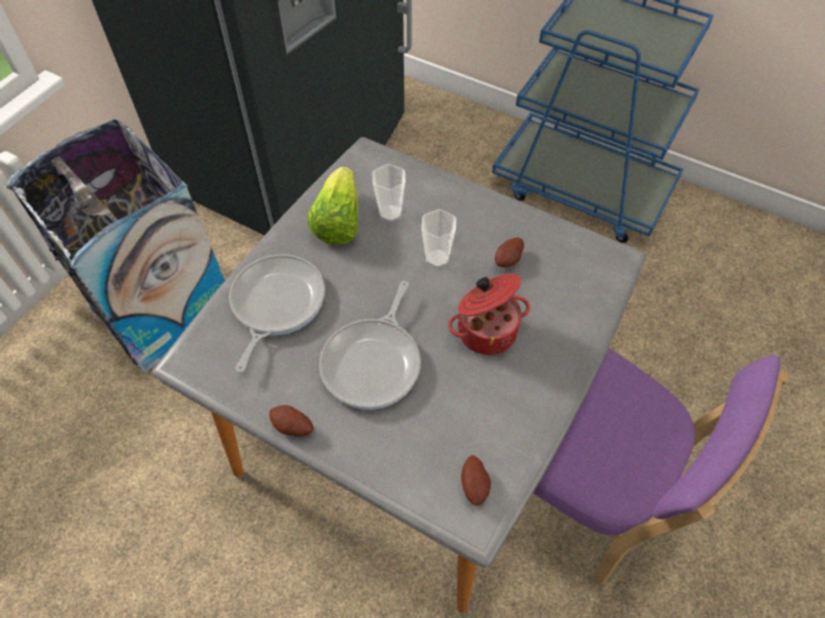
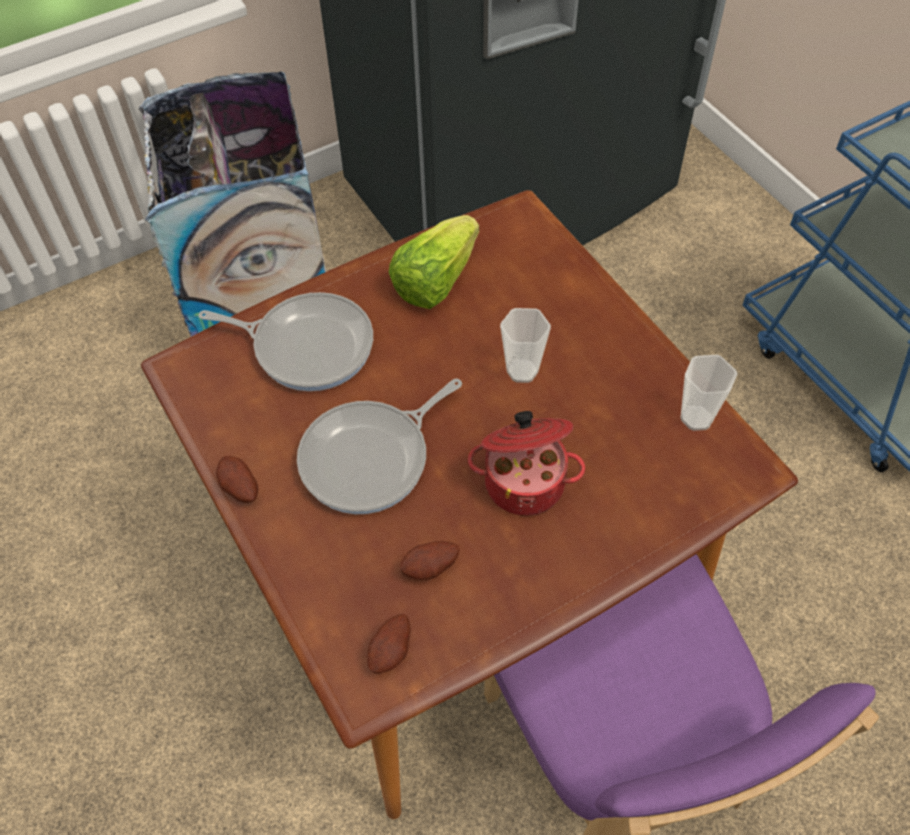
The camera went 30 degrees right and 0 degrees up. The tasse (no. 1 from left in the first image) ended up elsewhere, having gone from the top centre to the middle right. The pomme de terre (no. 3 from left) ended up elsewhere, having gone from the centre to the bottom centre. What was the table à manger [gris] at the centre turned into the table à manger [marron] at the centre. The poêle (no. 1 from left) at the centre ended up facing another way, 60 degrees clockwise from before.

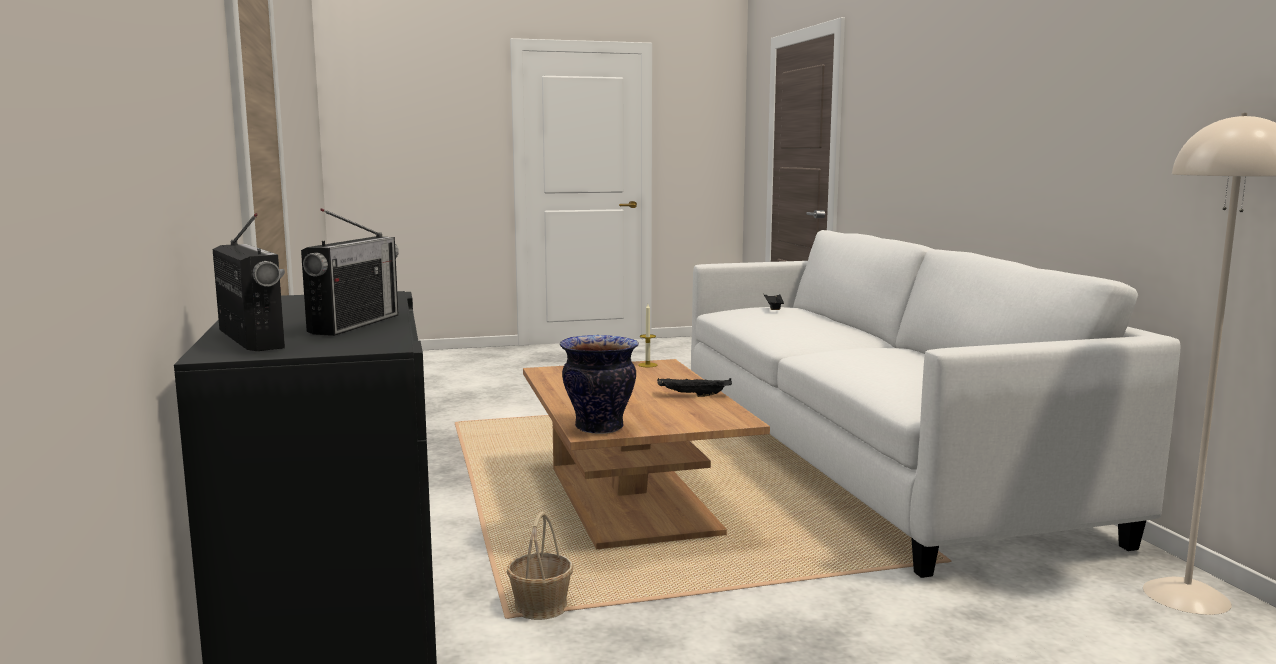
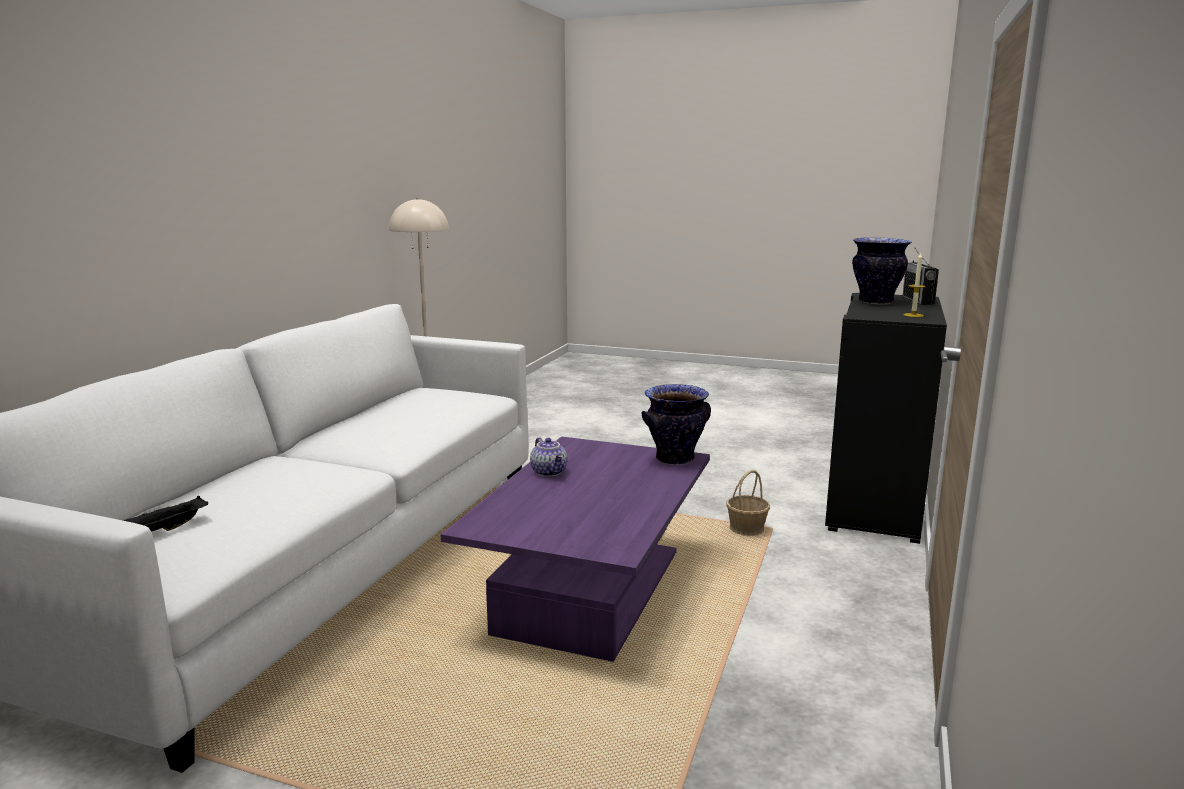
The camera went 145 degrees left and 5 degrees up. The bougie ended up elsewhere, having gone from the centre to the middle right. Where the radio (no. 2 from left) stood at the middle left, the vase (no. 2 from left) came to stand at the middle right. Where the plateau [noir] (no. 1 from left) stood at the centre, the théière came to stand at the centre. What was the table basse [marron] at the bottom centre turned into the table basse [violet] at the bottom centre.

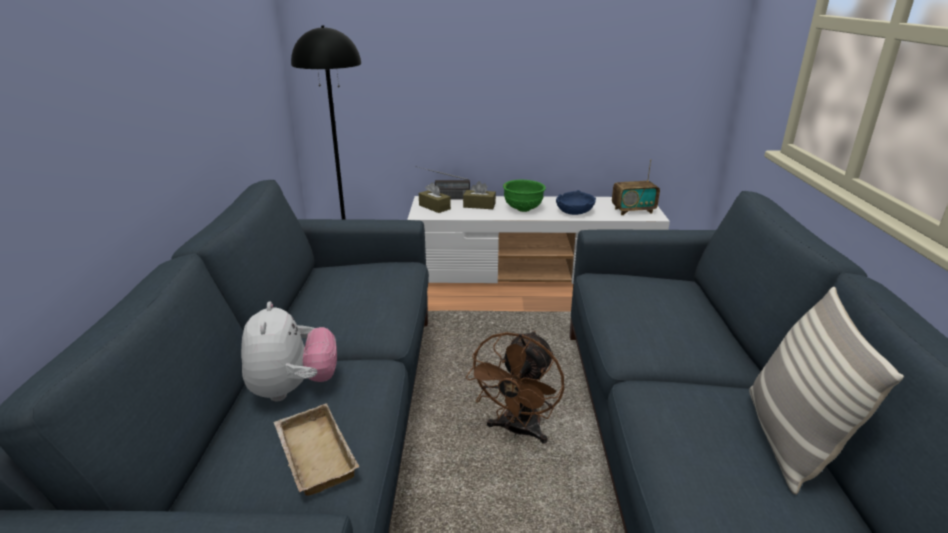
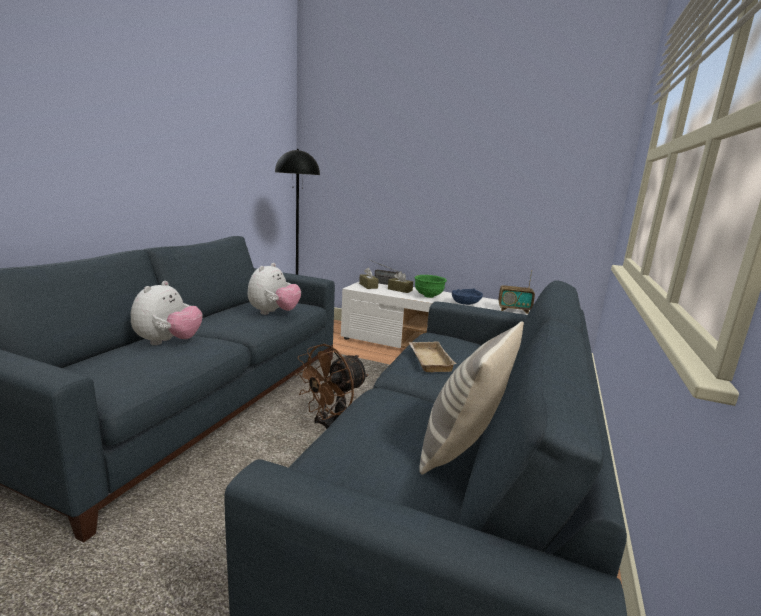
The camera went 20 degrees right and 10 degrees down. The second view gained the peluche (no. 2 from left) at the centre. The plateau [beige] ended up elsewhere, having gone from the bottom centre to the centre.

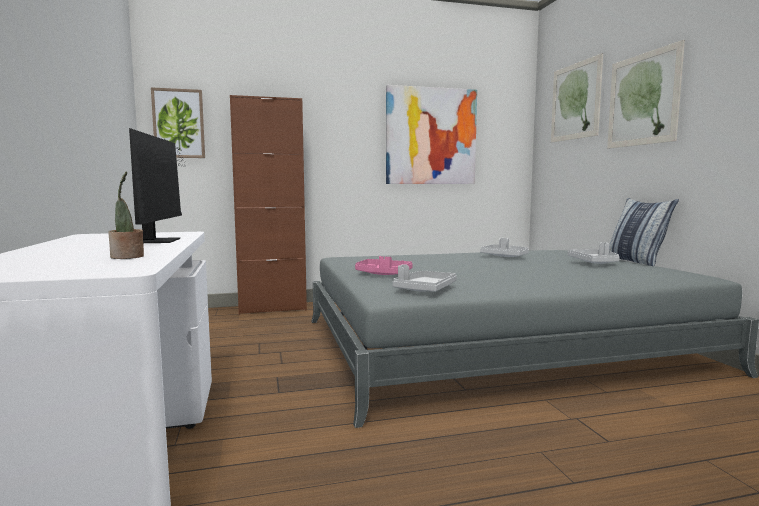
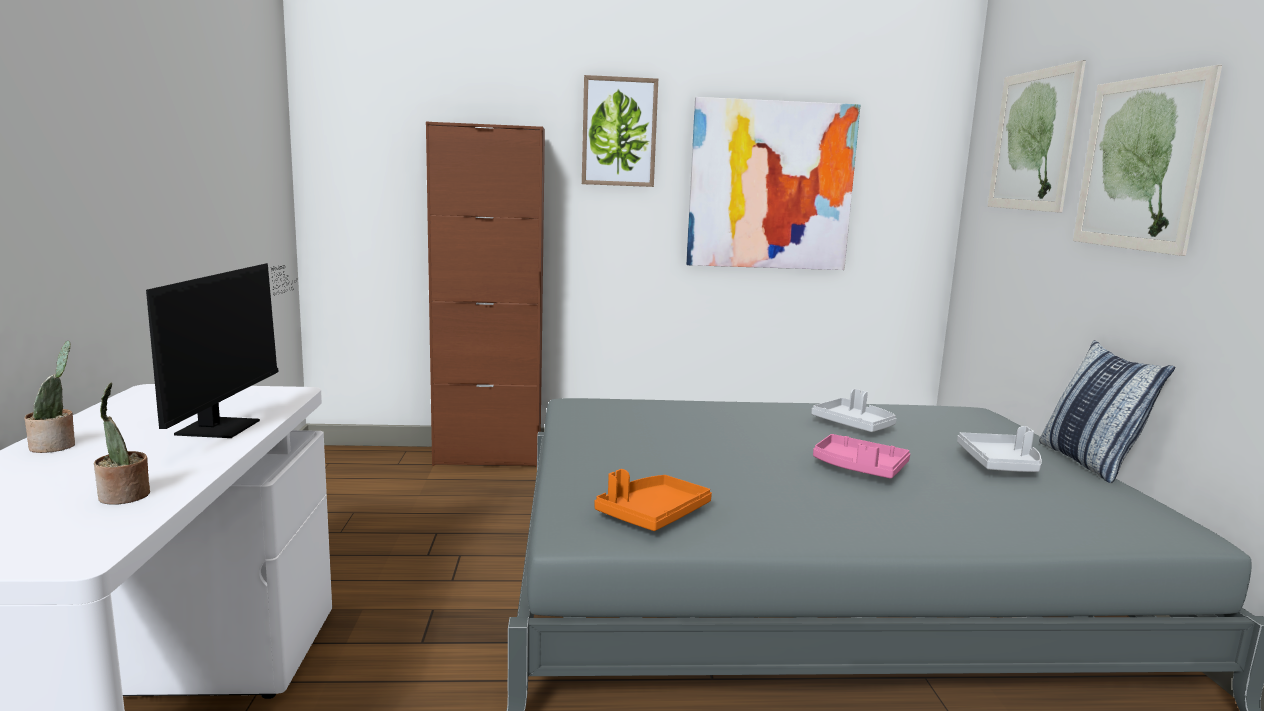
The camera went 10 degrees right and 5 degrees up. The second view gained the plante en pot (no. 1 from left) at the middle left. The tableau (no. 1 from left) ended up elsewhere, having gone from the top left to the top centre. The plateau [rose] ended up elsewhere, having gone from the centre to the middle right. What was the plateau [gris] (no. 1 from left) at the centre turned into the plateau [orange] at the bottom centre.

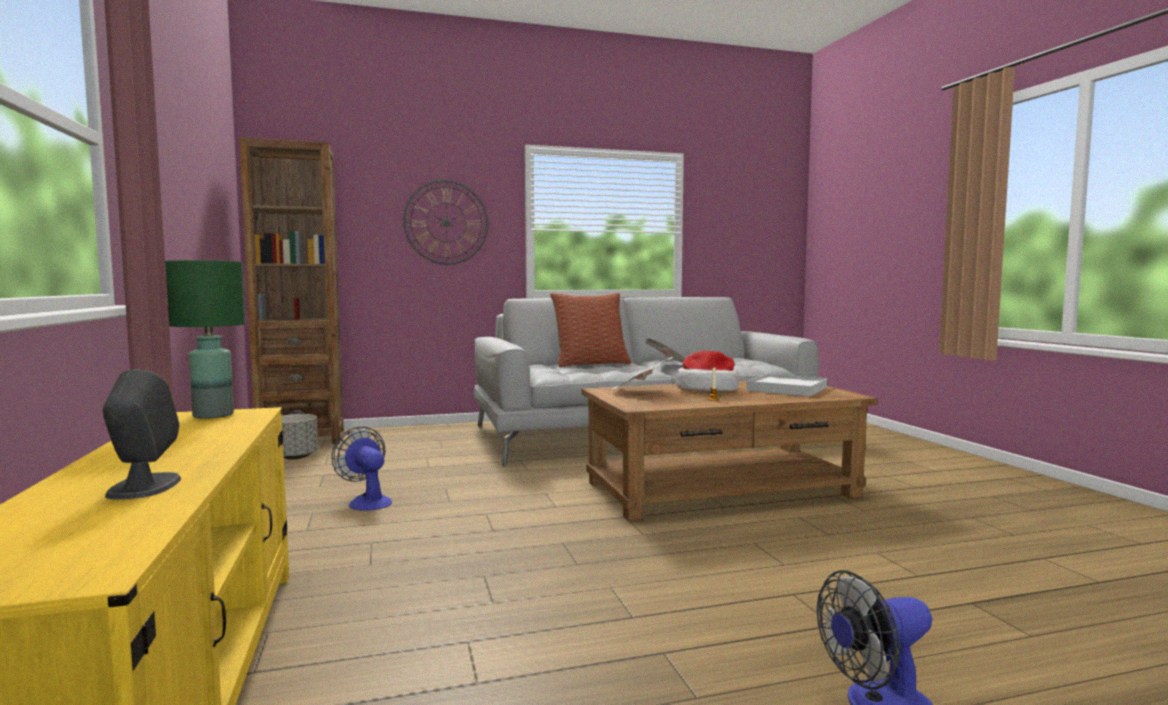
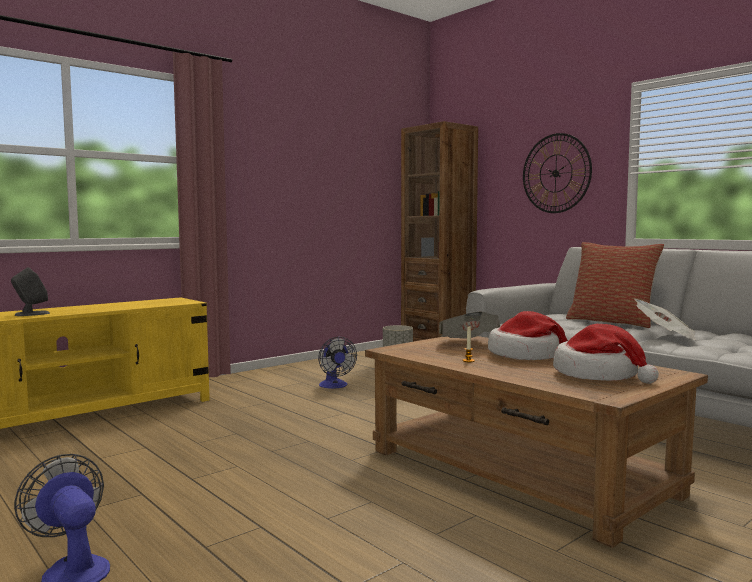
The camera went 65 degrees right and 0 degrees up. The second view lost the lampe de table [vert] at the middle left. Where the plateau [blanc] stood at the middle right, the chapeau (no. 2 from left) came to stand at the middle right. The ventilateur (no. 1 from left in the first image) at the middle left ended up facing another way, 135 degrees clockwise from before.

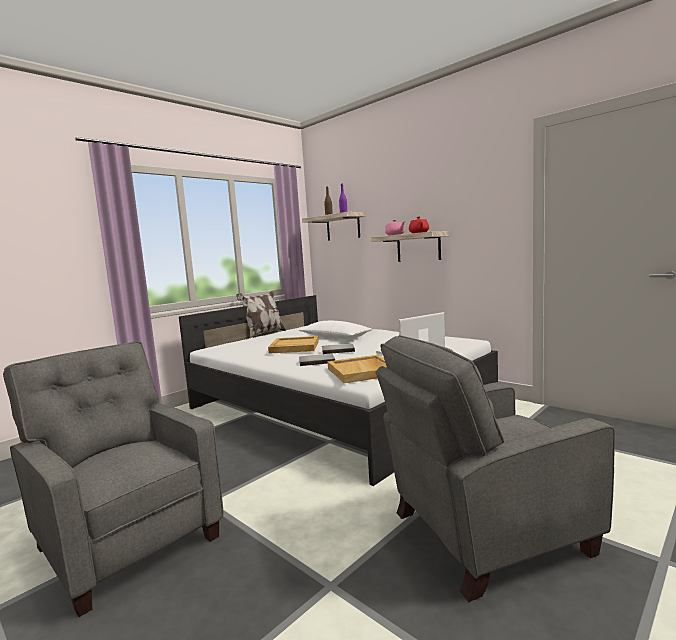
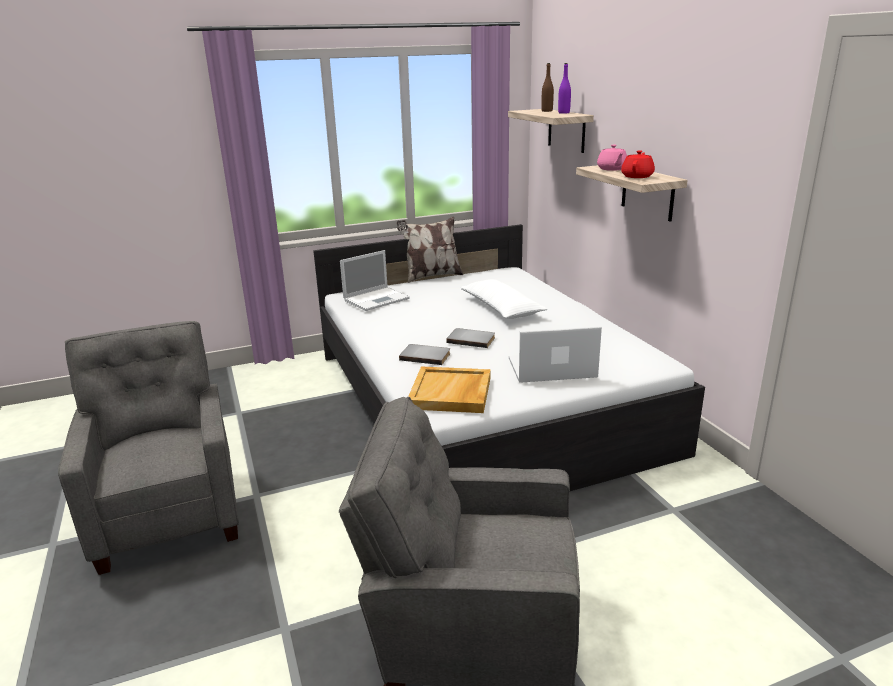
The camera went 25 degrees right and 15 degrees up. The second view lost the plateau [beige] (no. 1 from left) at the centre. The second view gained the ordinateur portable (no. 1 from left) at the centre.

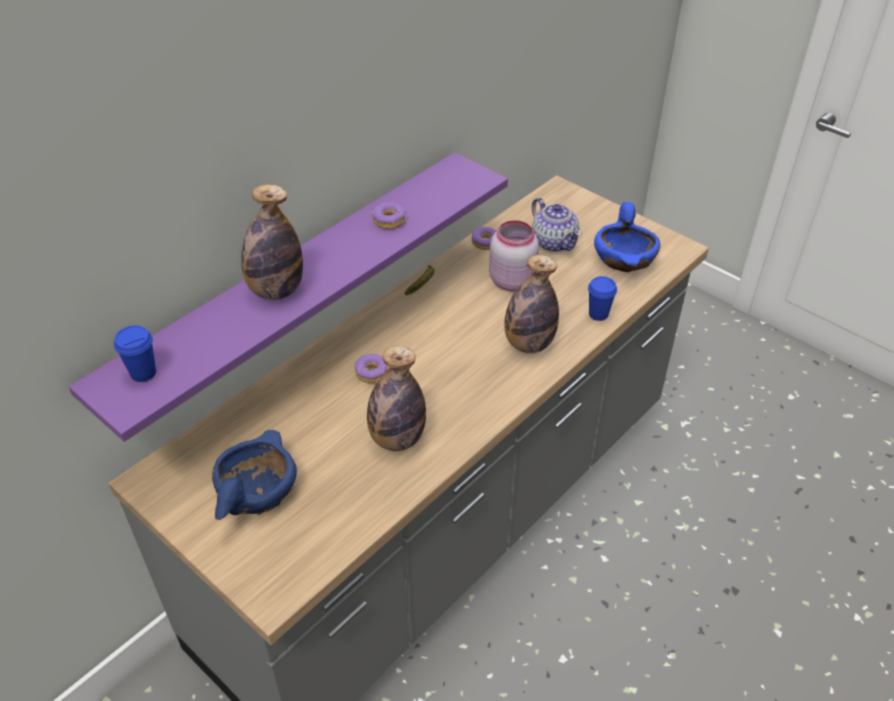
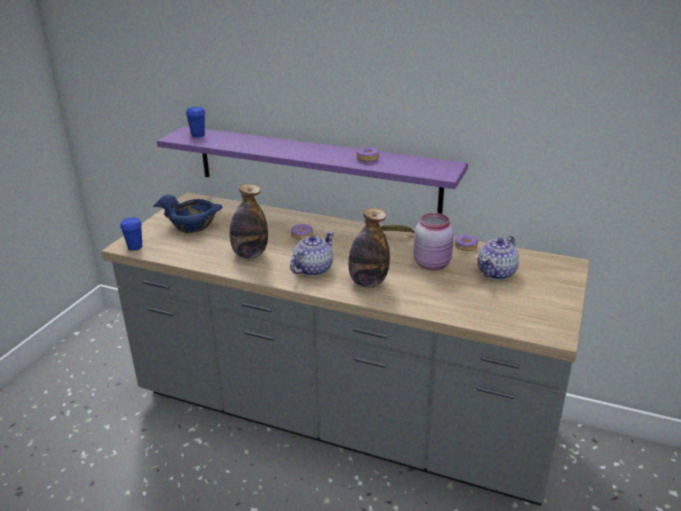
The camera went 70 degrees right and 15 degrees down. The second view lost the bouteille (no. 1 from left) at the middle left. The second view lost the bol [bleu] (no. 2 from left) at the middle right. The second view gained the théière (no. 1 from left) at the centre. The tasse [bleu] (no. 2 from left in the first image) ended up elsewhere, having gone from the middle right to the middle left.

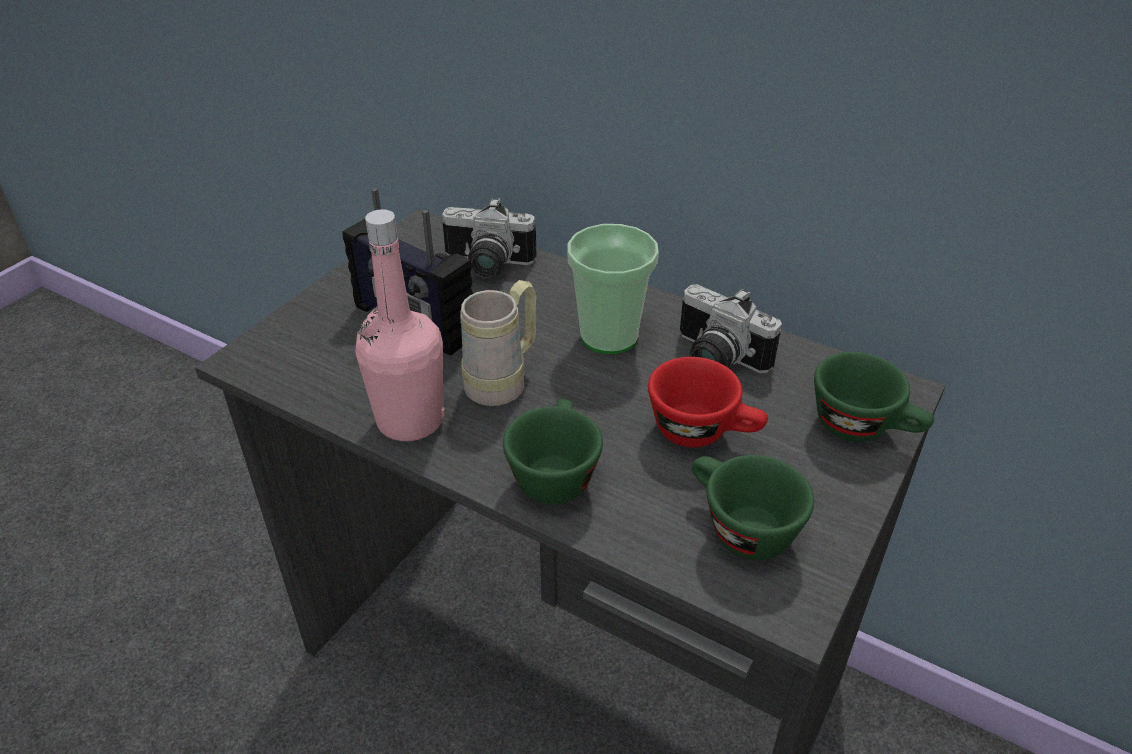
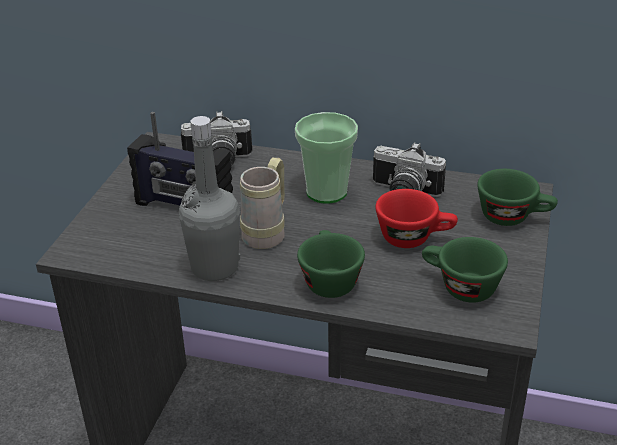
The camera went 15 degrees left and 5 degrees down. What was the bouteille [rose] at the centre turned into the bouteille [gris] at the centre.

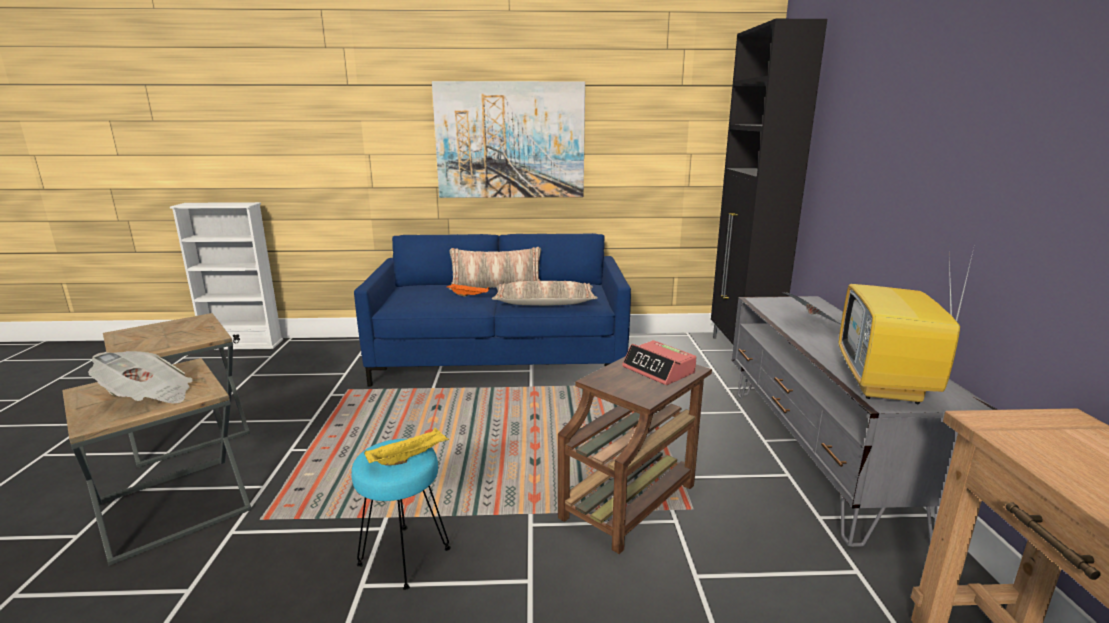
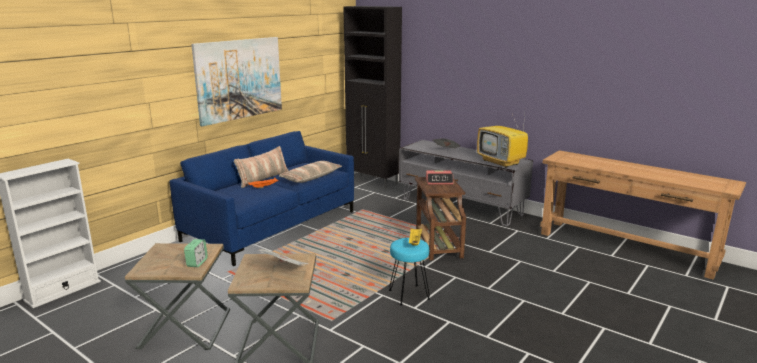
The camera went 50 degrees left and 0 degrees up. The second view gained the réveil (no. 1 from left) at the bottom left.

